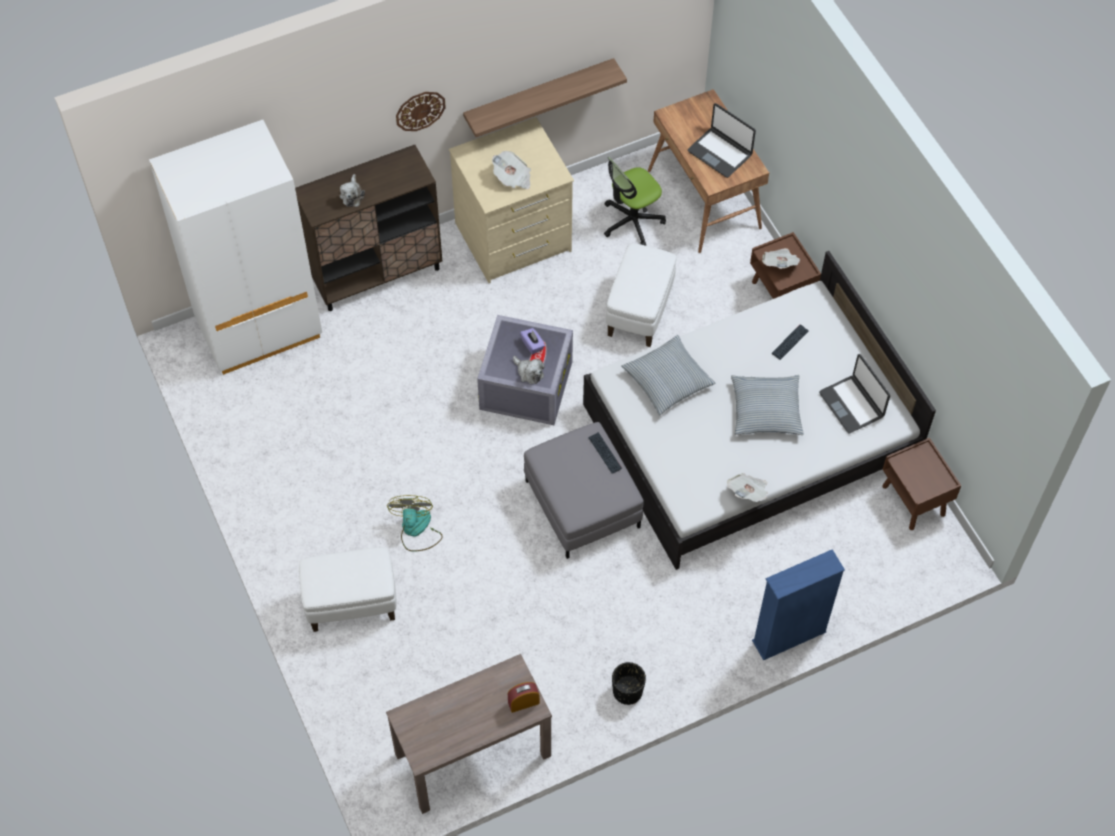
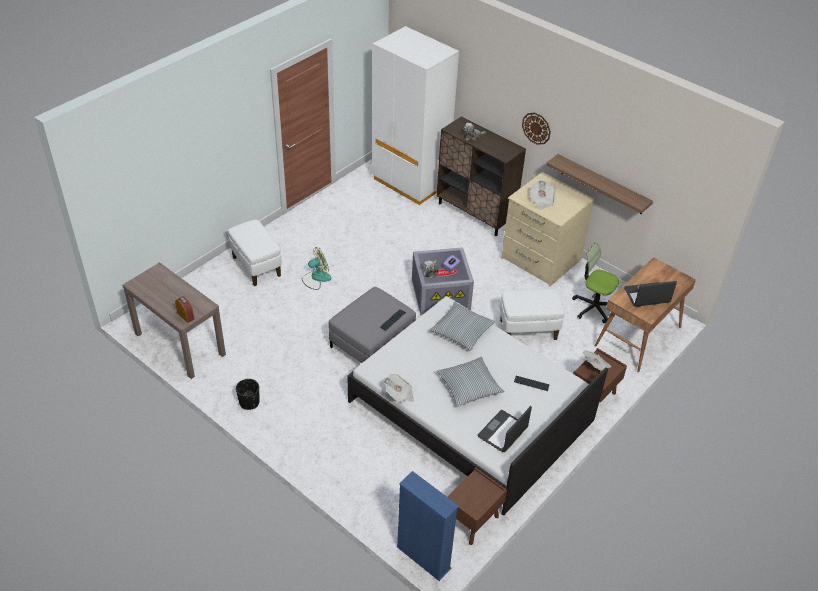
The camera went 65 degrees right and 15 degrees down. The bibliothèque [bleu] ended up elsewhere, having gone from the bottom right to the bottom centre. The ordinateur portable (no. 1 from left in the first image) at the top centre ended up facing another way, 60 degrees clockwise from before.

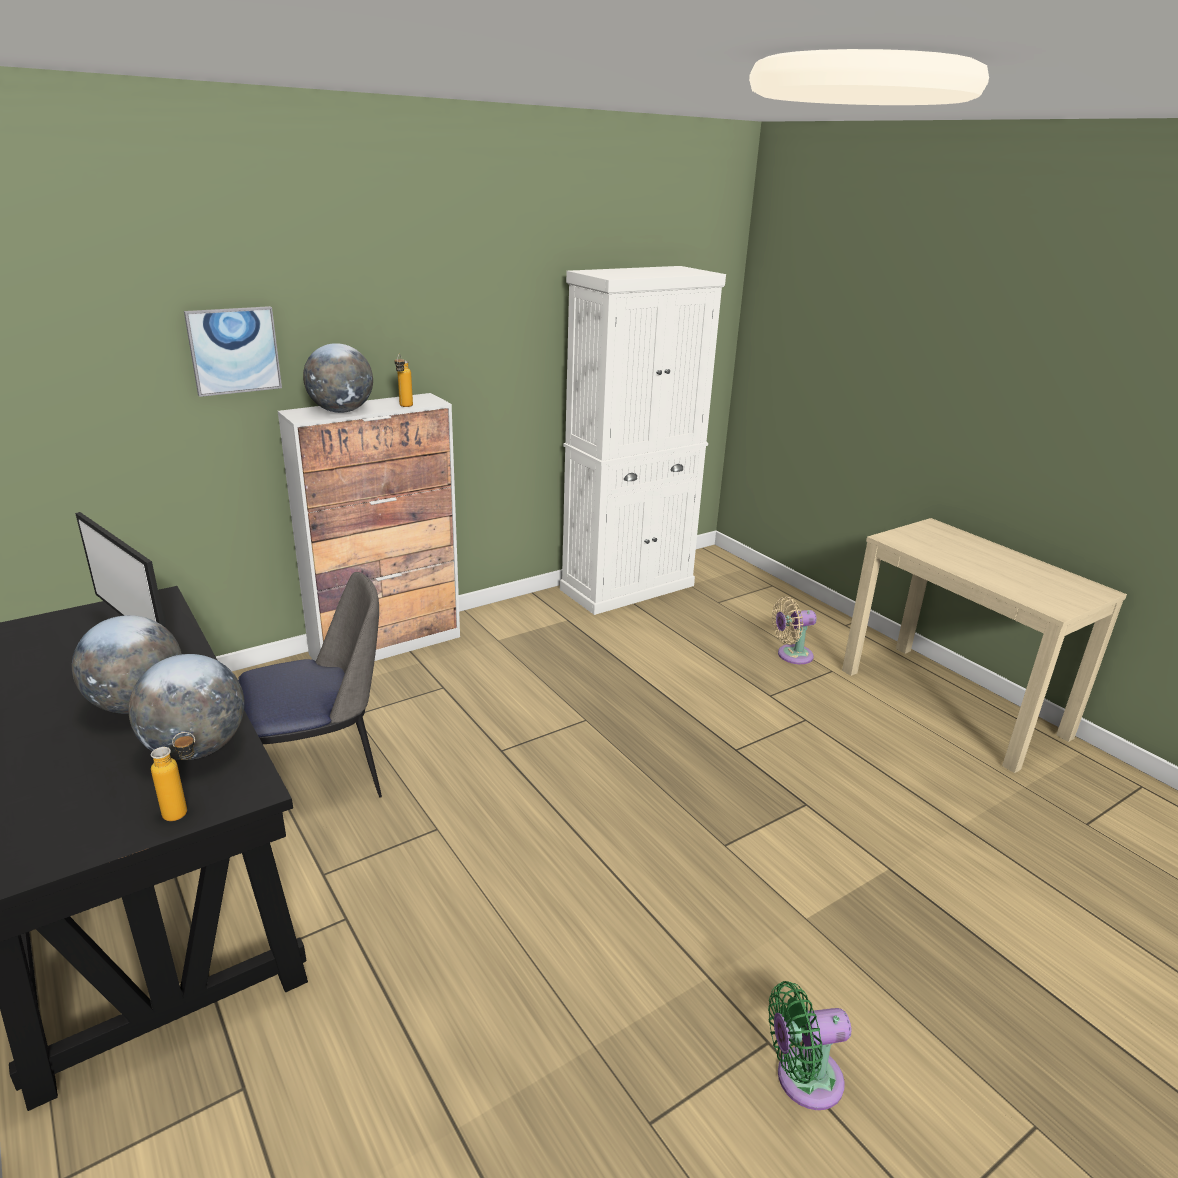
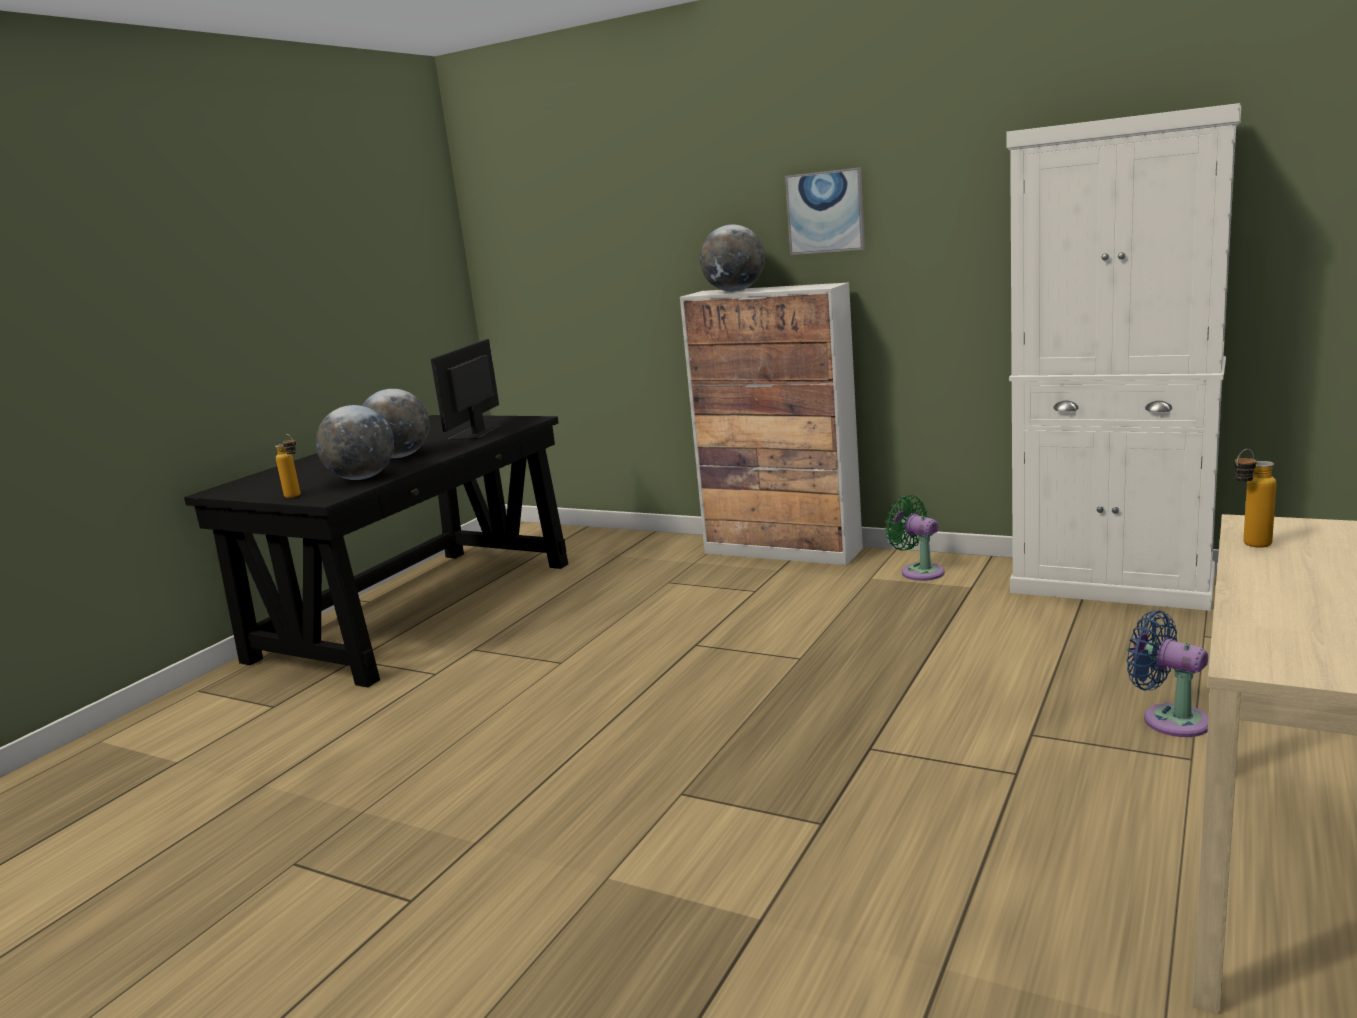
The camera went 65 degrees right and 10 degrees down. The second view lost the chaise at the middle left. The tableau ended up elsewhere, having gone from the top left to the top centre. The bouteille (no. 2 from left) ended up elsewhere, having gone from the top centre to the middle right. The ventilateur [vert] ended up elsewhere, having gone from the bottom right to the middle right. What was the ventilateur [beige] at the middle right turned into the ventilateur [bleu] at the middle right.

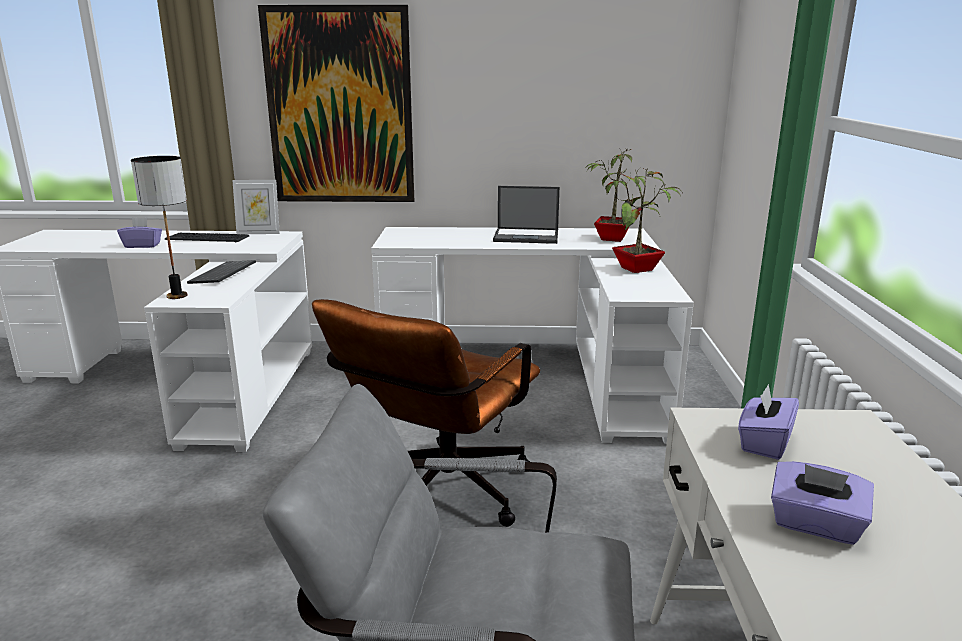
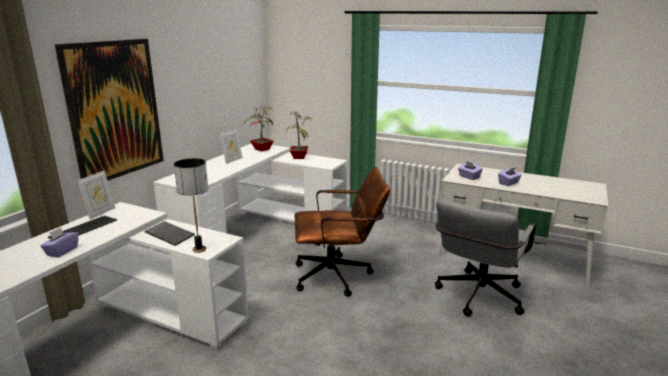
The camera went 65 degrees left and 0 degrees up. Where the ordinateur portable stood at the centre, the cadre photo (no. 2 from left) came to stand at the centre. The chaise de bureau [marron] at the centre ended up facing another way, 60 degrees counterclockwise from before.

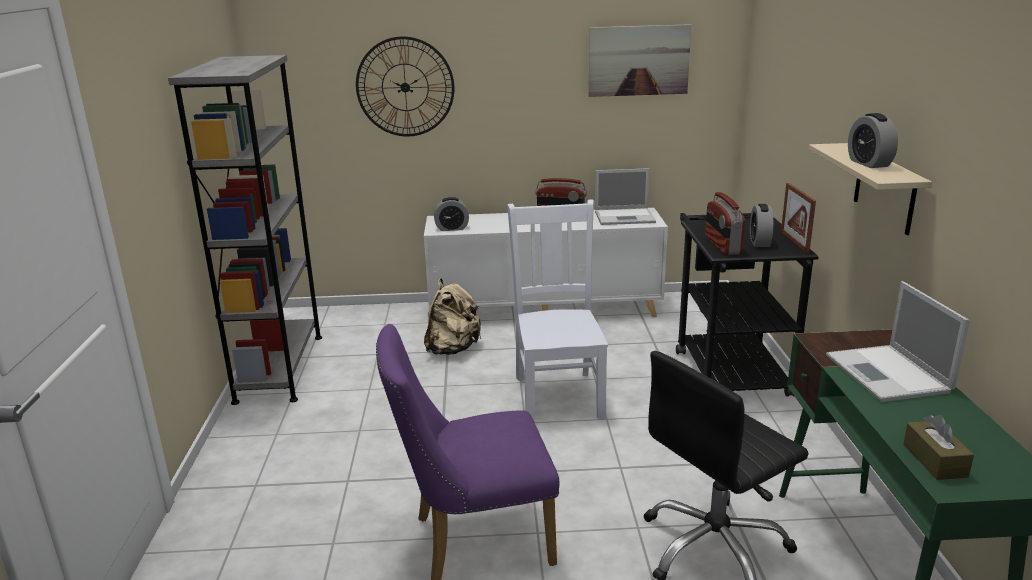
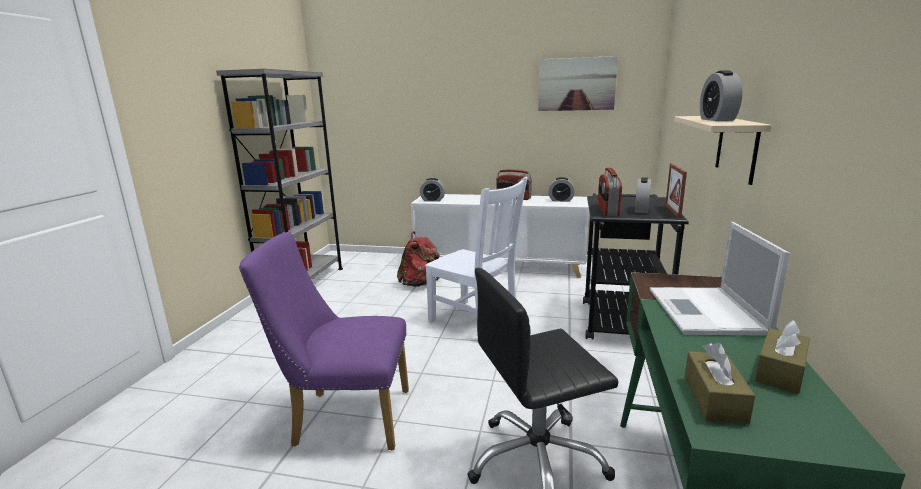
The camera went 15 degrees right and 5 degrees down. The second view lost the horloge murale at the top centre. The second view gained the boîte à mouchoirs [marron] (no. 2 from left) at the bottom right. Where the ordinateur portable (no. 1 from left) stood at the centre, the réveil (no. 2 from left) came to stand at the centre. What was the sac à dos [beige] at the centre turned into the sac à dos [rouge] at the centre. The chaise [blanc] at the centre ended up facing another way, 120 degrees clockwise from before.

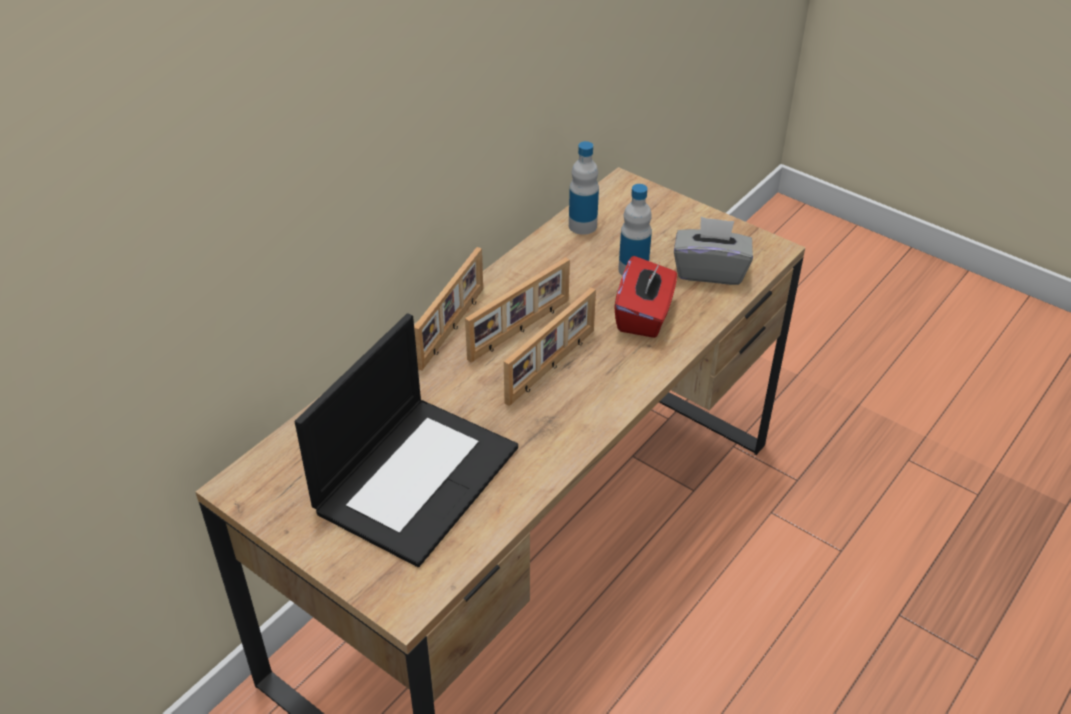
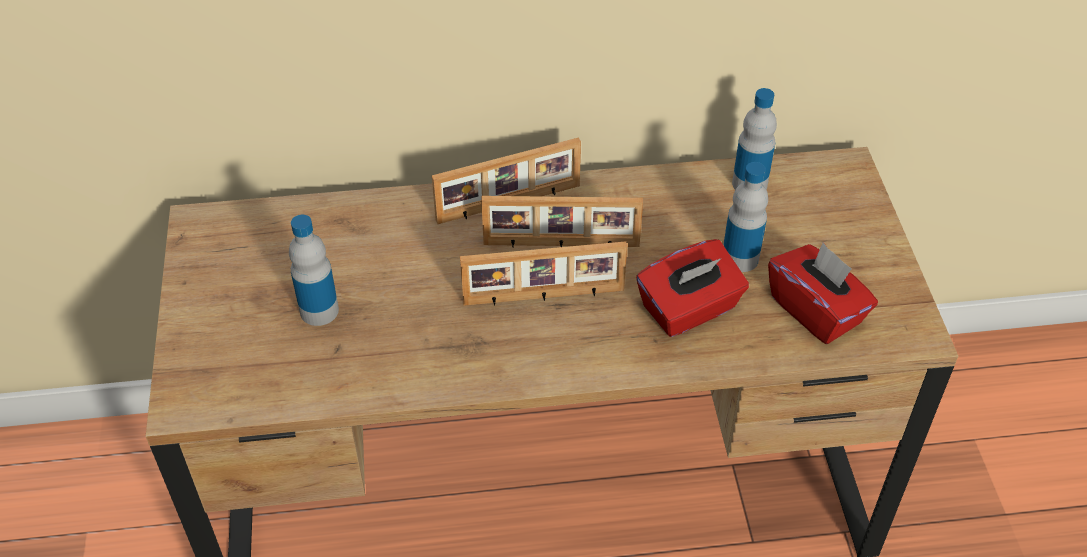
The camera went 45 degrees right and 5 degrees up. Where the ordinateur portable stood at the centre, the bouteille (no. 1 from left) came to stand at the middle left. What was the boîte à mouchoirs [gris] at the centre turned into the boîte à mouchoirs [rouge] (no. 2 from left) at the middle right.

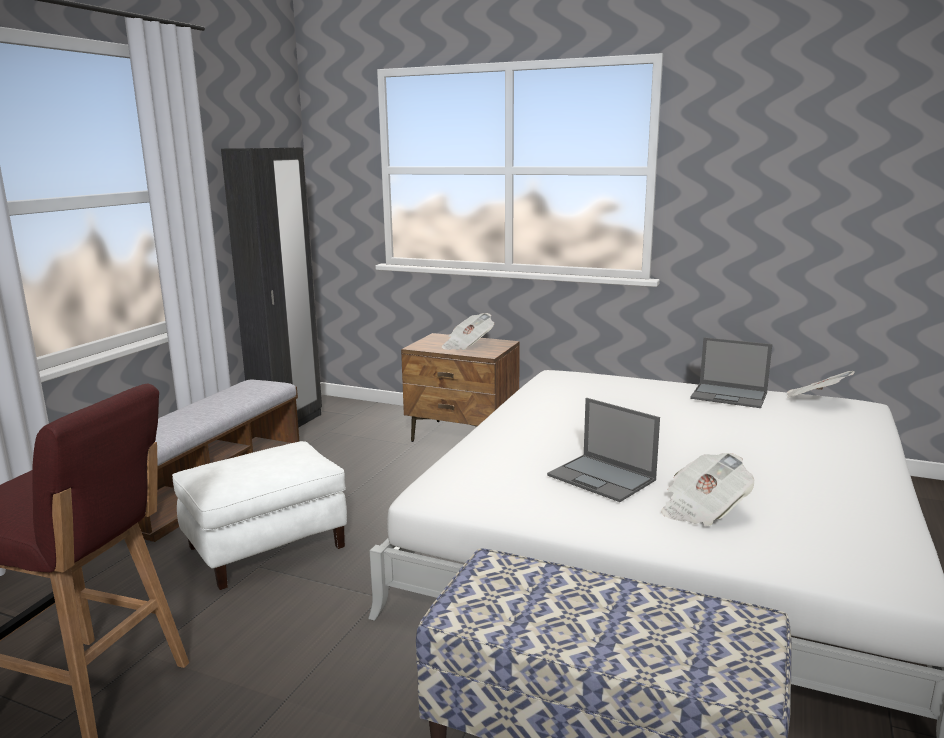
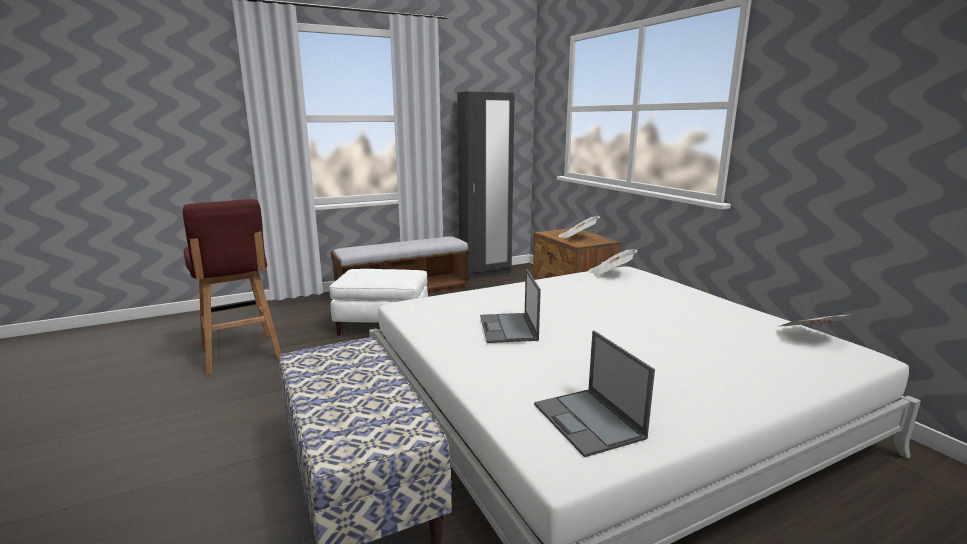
The camera went 40 degrees right and 0 degrees up. The journal (no. 2 from left) ended up elsewhere, having gone from the middle right to the centre. The ordinateur portable (no. 2 from left) ended up elsewhere, having gone from the middle right to the bottom centre.

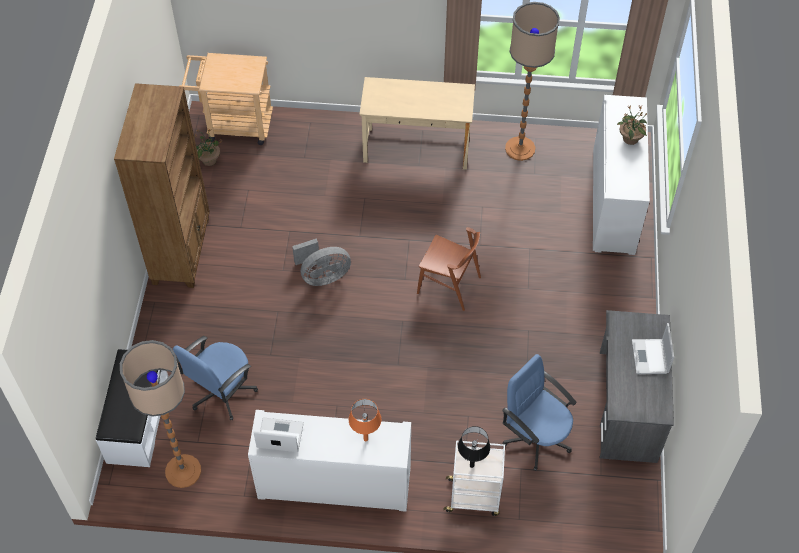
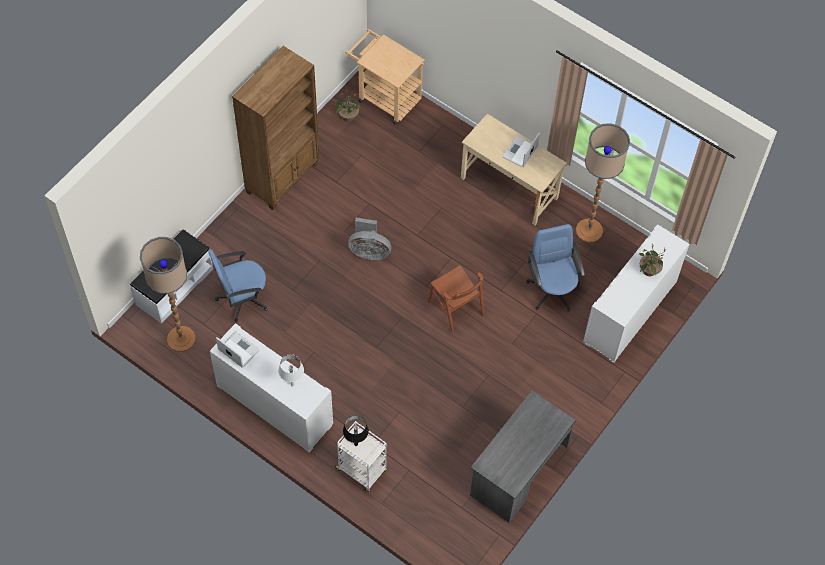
The camera went 30 degrees right and 5 degrees up. The chaise de bureau [bleu] (no. 2 from left) ended up elsewhere, having gone from the bottom right to the middle right. The ordinateur portable (no. 2 from left) ended up elsewhere, having gone from the middle right to the top centre. What was the lampe de table [orange] at the bottom centre turned into the lampe de table [blanc] at the centre.

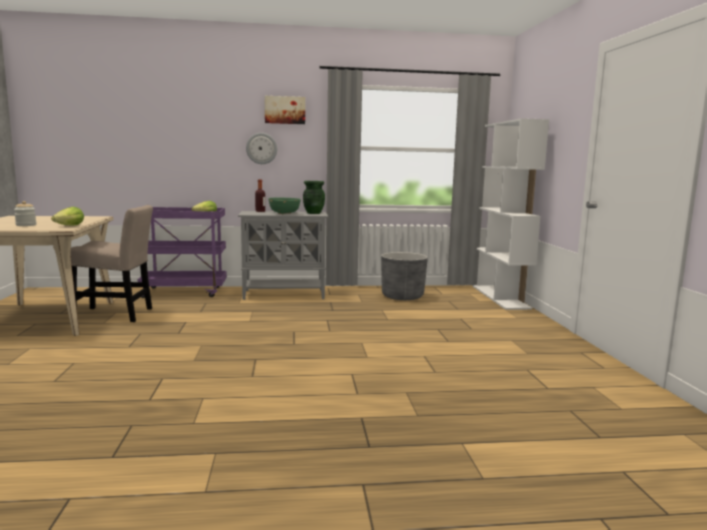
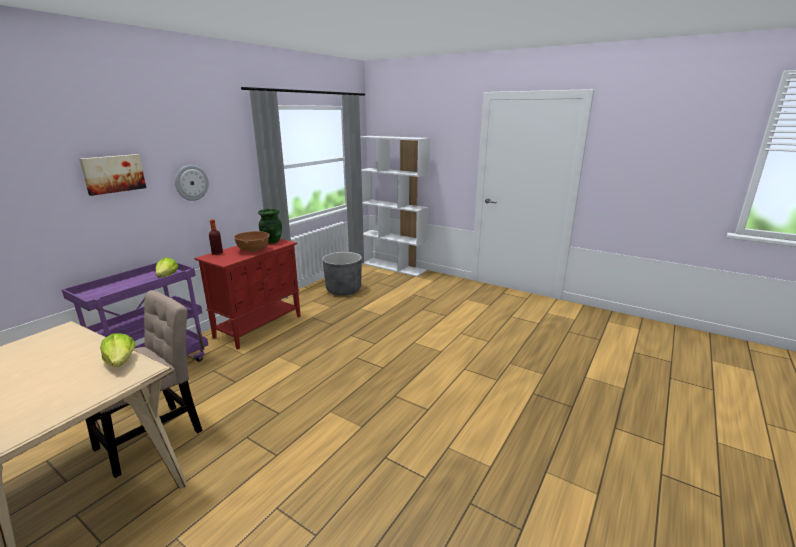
The camera went 50 degrees left and 10 degrees up. The second view lost the bocal at the middle left. The tableau ended up elsewhere, having gone from the top centre to the top left. What was the meuble de rangement [gris] at the centre turned into the meuble de rangement [rouge] at the middle left. What was the bol [vert] at the centre turned into the bol [marron] at the middle left.

